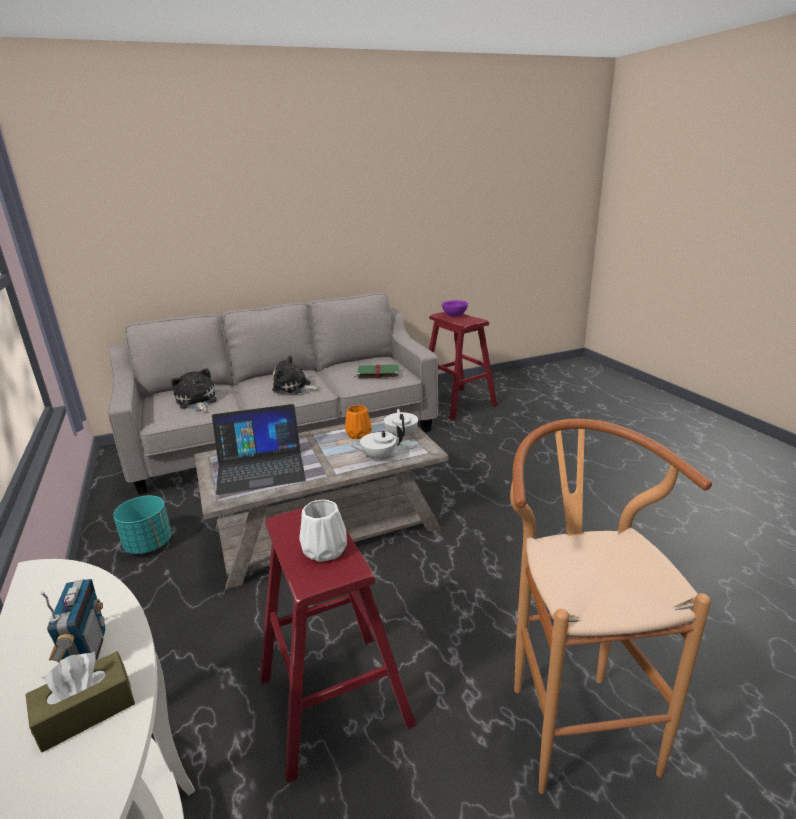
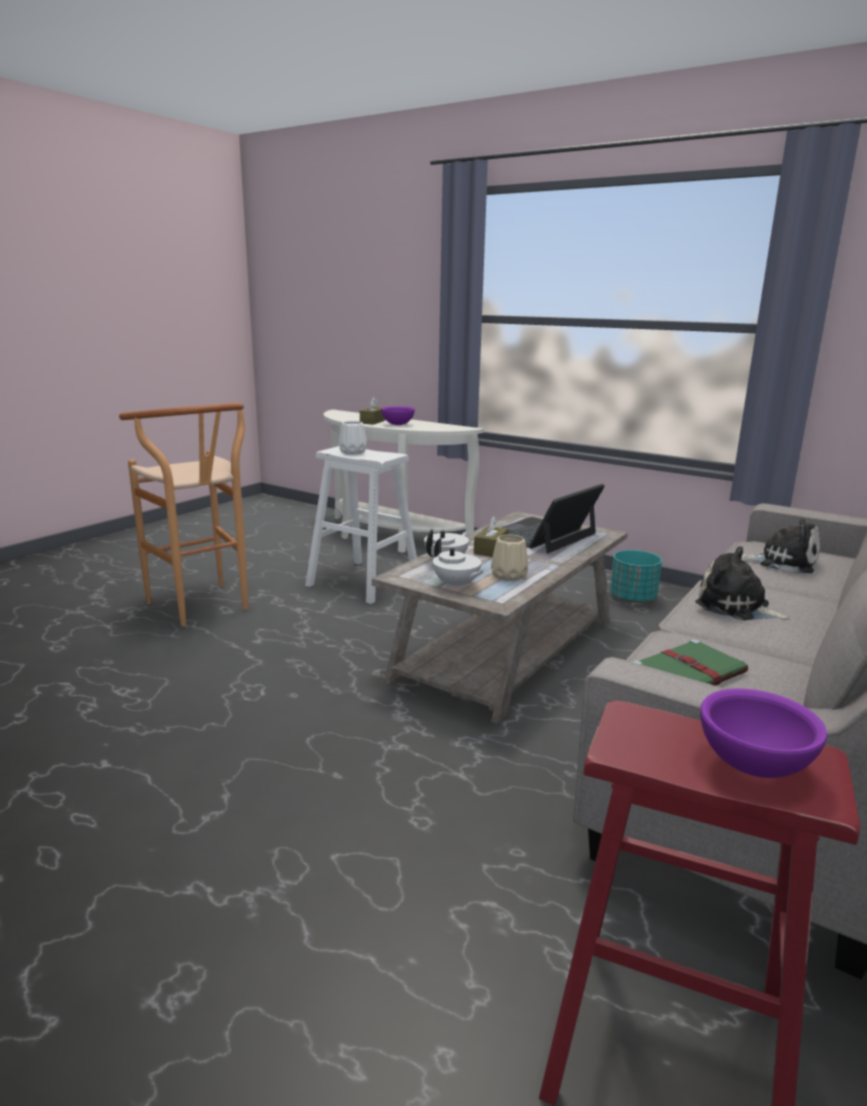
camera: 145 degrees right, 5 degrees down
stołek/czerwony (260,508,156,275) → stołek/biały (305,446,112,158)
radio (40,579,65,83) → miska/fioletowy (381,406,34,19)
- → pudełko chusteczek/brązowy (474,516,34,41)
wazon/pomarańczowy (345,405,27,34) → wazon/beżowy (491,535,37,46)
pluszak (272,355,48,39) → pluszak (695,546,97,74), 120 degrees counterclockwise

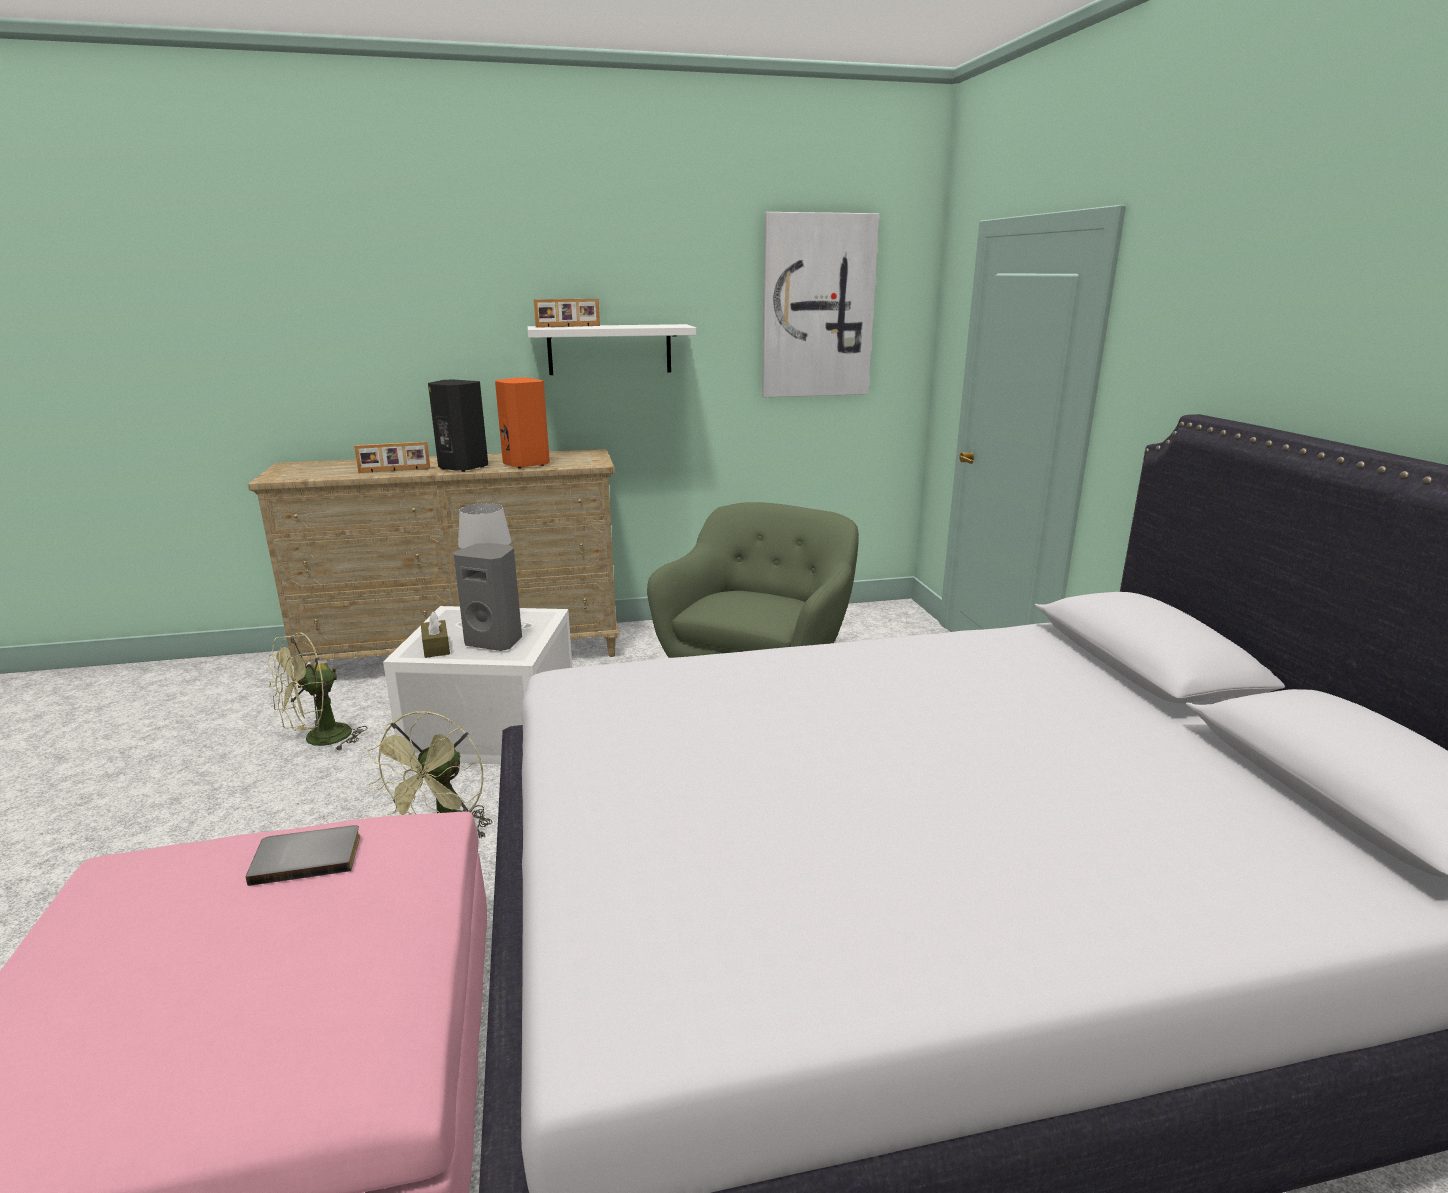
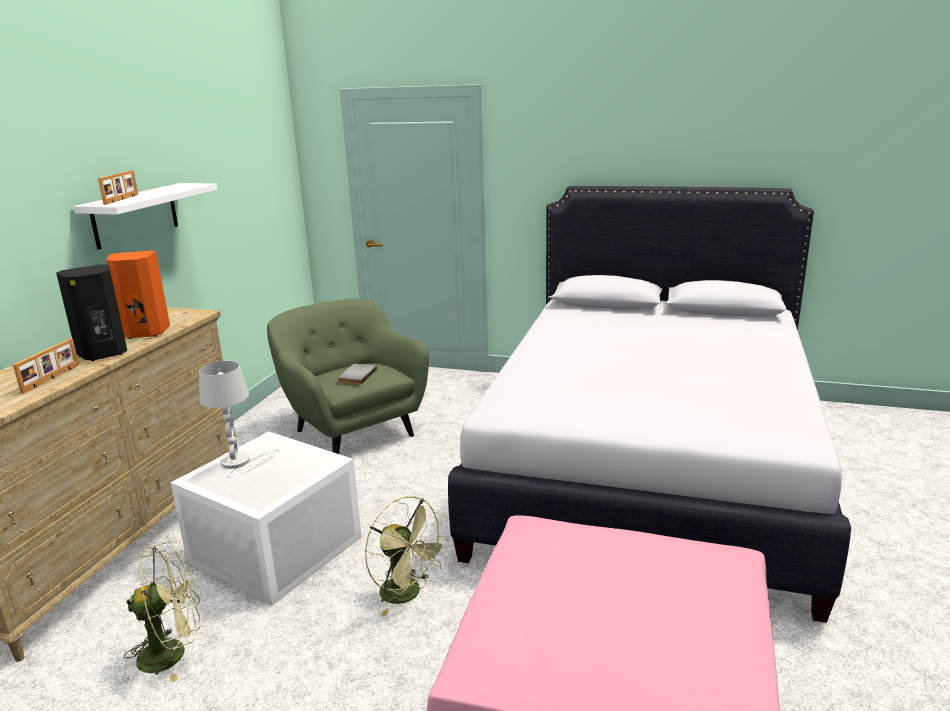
camera: 60 degrees left, 0 degrees up
wentylator/zielony (268,632,99,119) → wentylator/zielony (124,541,76,141), 90 degrees counterclockwise
książka/szary (246,825,114,61) → książka/szary (337,364,40,20), relocated
pudełko chusteczek/brązowy (421,612,29,46) → -
głośnik/szary (453,543,69,108) → -
obraz (762,212,117,185) → -

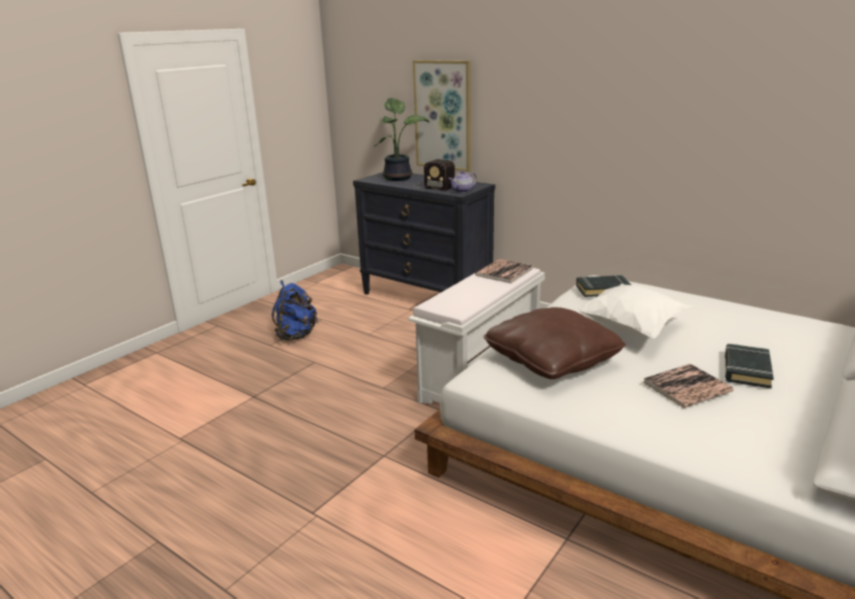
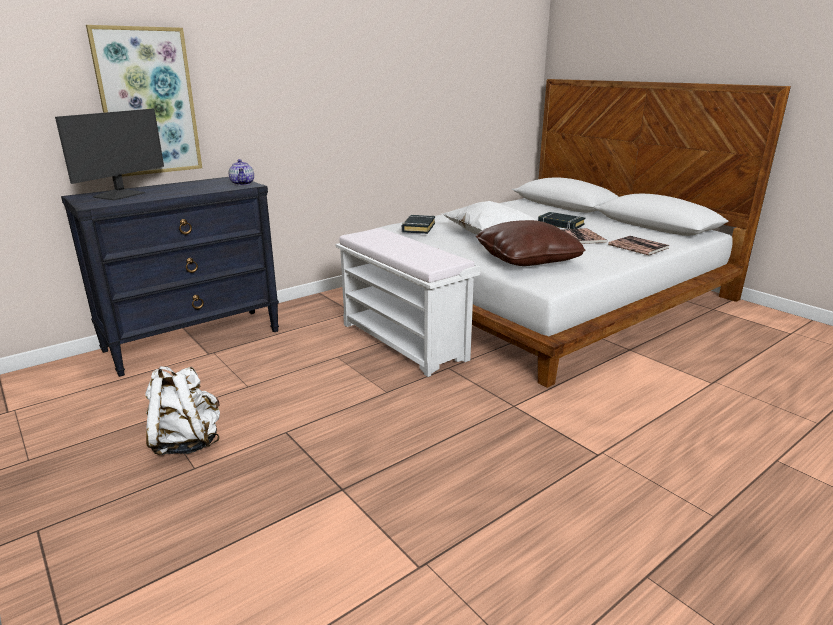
camera: 75 degrees left, 0 degrees up
roślina doniczkowa (374,98,55,83) → monitor (55,109,109,91)
plecak/niebieski (272,280,46,61) → plecak/biały (145,366,75,89)
książka (475,259,58,24) → książka (608,236,61,19), relocated
radio (414,159,41,32) → -

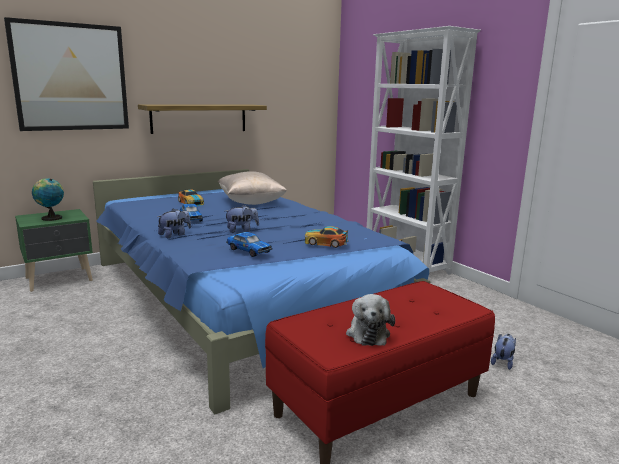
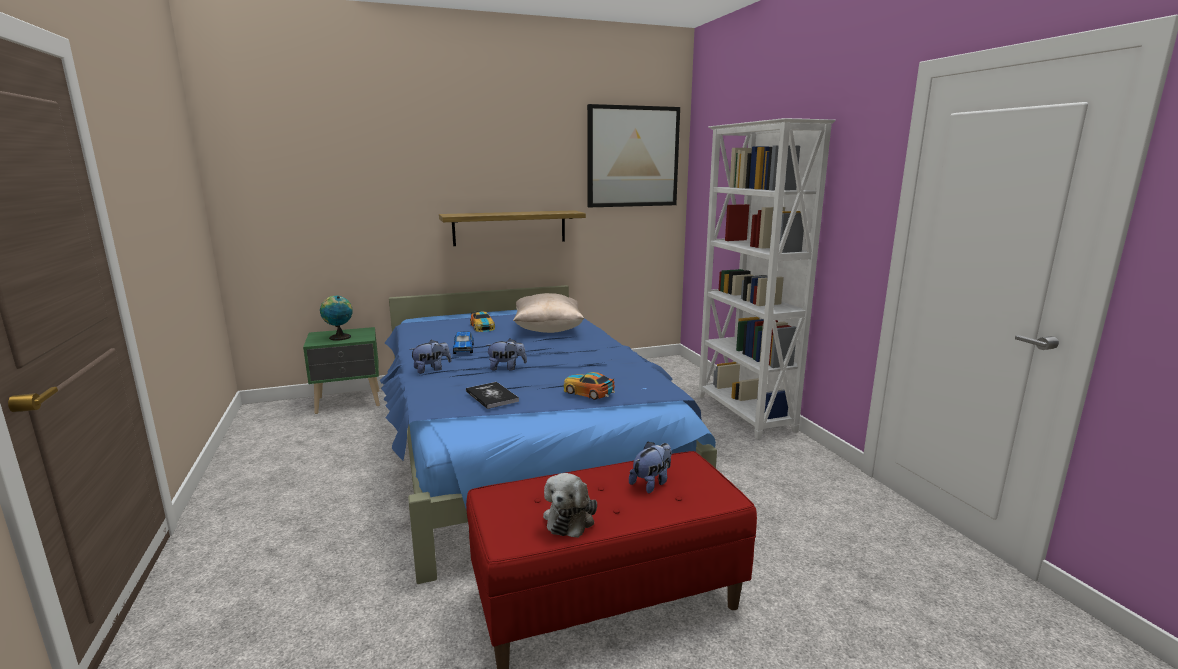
camera: 15 degrees right, 0 degrees up
samochodzik (226,232,47,25) → książka (466,382,53,27)
obraz (4,17,125,114) → obraz (587,104,93,103), relocated
pluszak (491,334,25,36) → pluszak (629,442,43,51), relocated

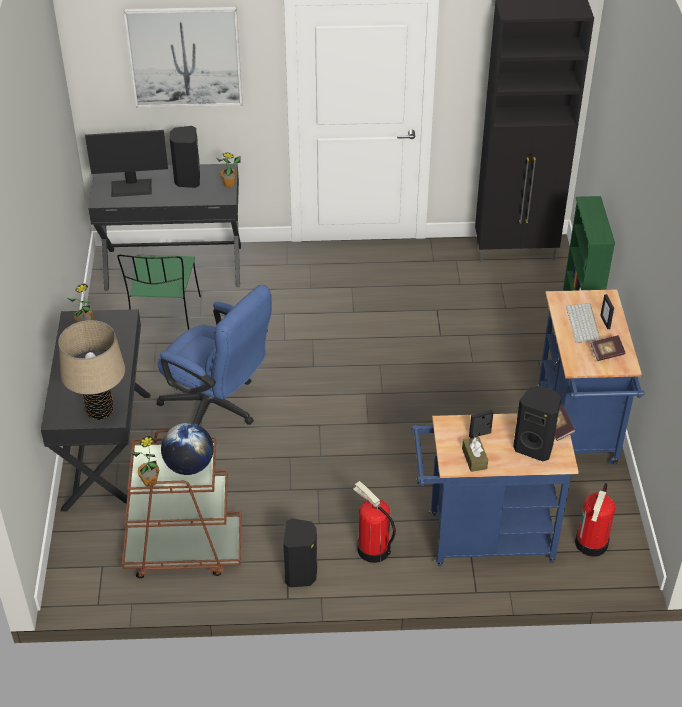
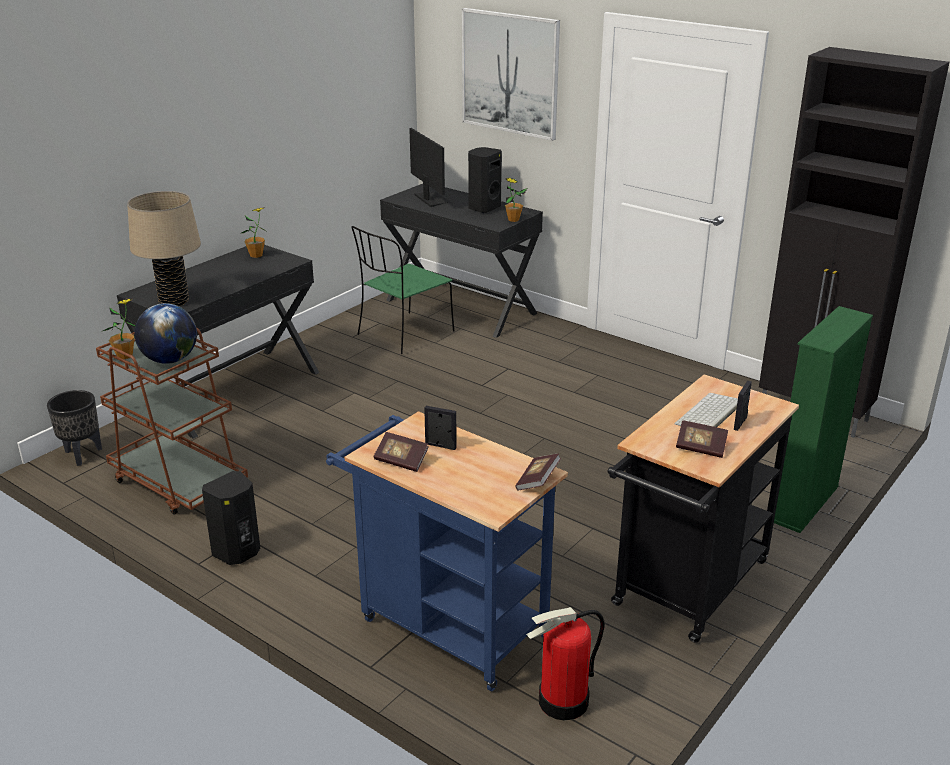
camera: 40 degrees right, 15 degrees down
- → donica/czarny (47,390,55,76)
pudełko chusteczek/brązowy (462,437,26,35) → książka (374,432,55,40)
monitor (85,130,83,67) → monitor (409,128,45,79), 150 degrees counterclockwise
wózek/niebieski (537,289,107,176) → wózek/czarny (608,374,191,269)
krzesło biurowe/niebieski (157,285,115,140) → -
gaśnica (353,481,43,82) → -
głośnik/czarny (513,386,48,75) → -

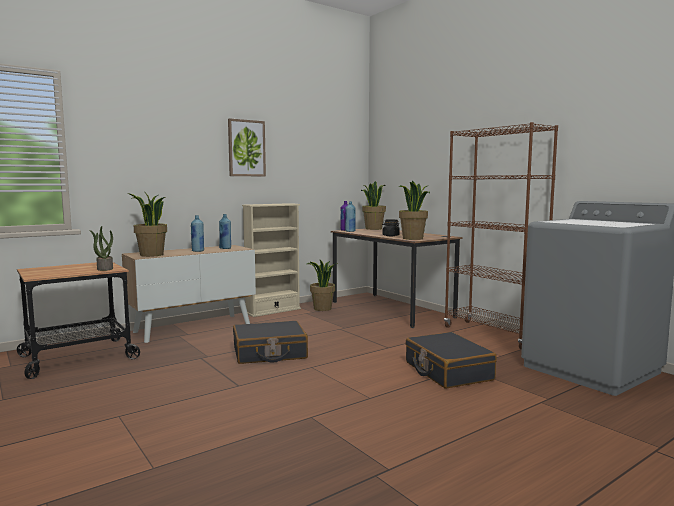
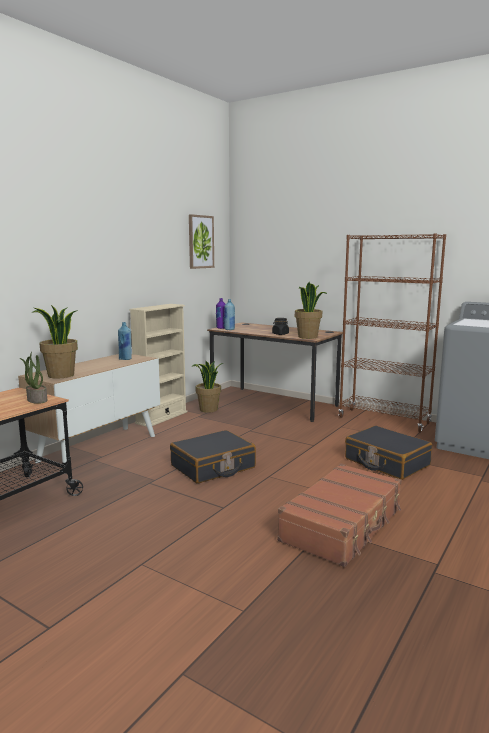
camera: 20 degrees left, 5 degrees up
obraz (228,118,38,58) → obraz (189,214,25,55), relocated
- → walizka/brązowy (277,464,124,103)
butelka/niebieski (191,215,13,37) → -
roślina doniczkowa (361,181,25,49) → -

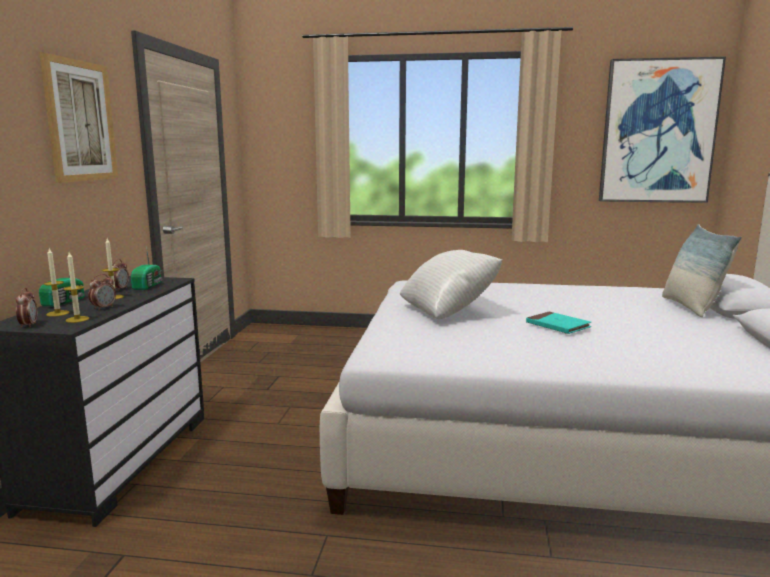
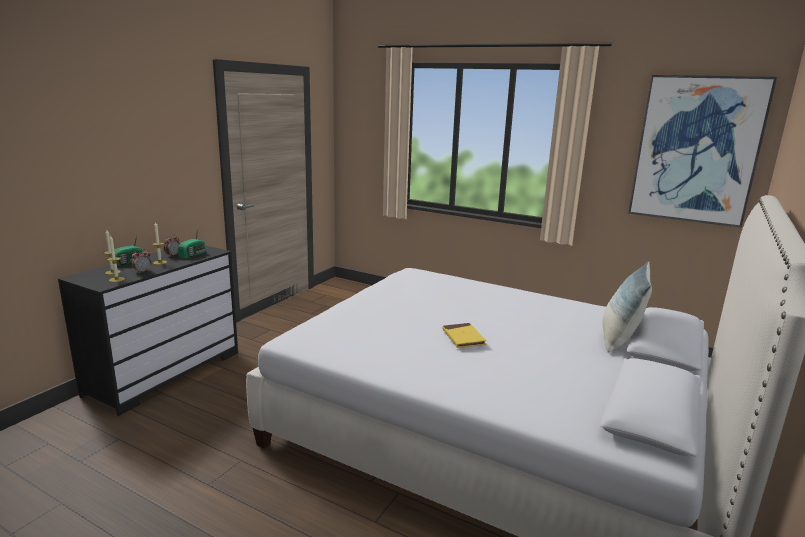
camera: 20 degrees right, 5 degrees up
książka/turkusowy (526,311,66,23) → książka/żółty (442,323,44,25)
budzik (16,288,21,40) → -
obraz (39,52,79,131) → -
poduszka/biały (400,250,103,69) → -

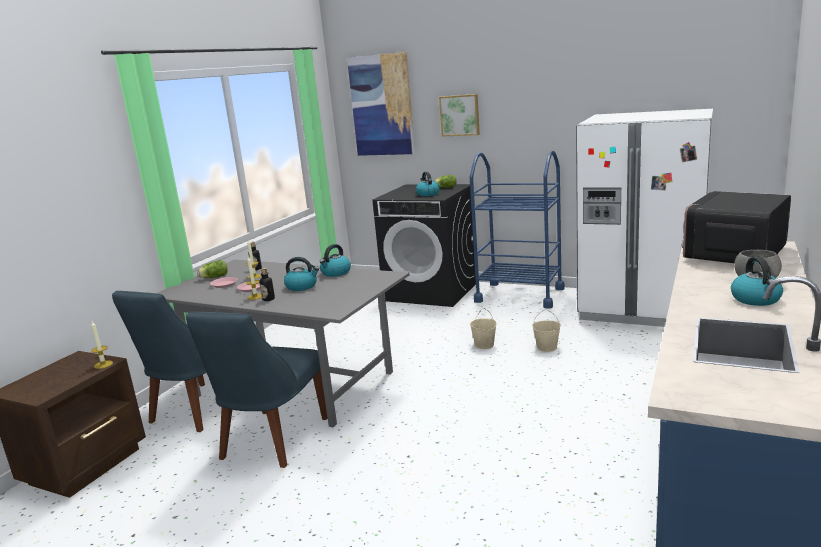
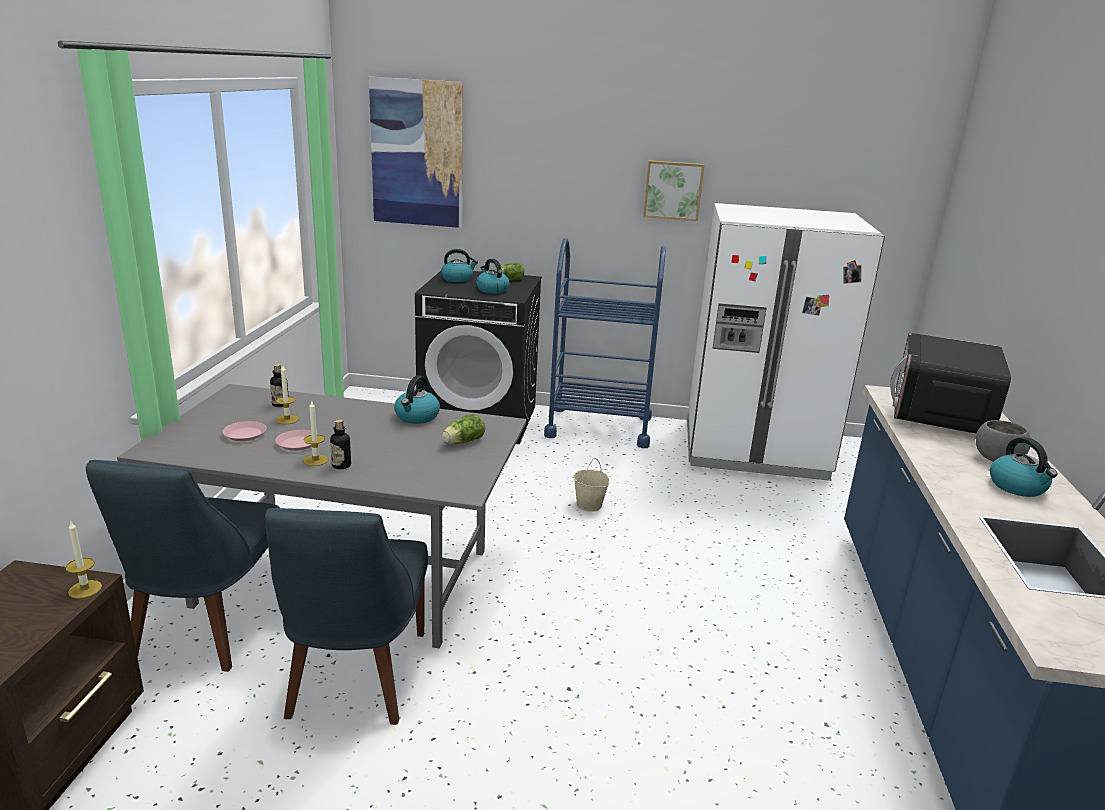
camera: 20 degrees left, 5 degrees up
czajnik (284,257,35,34) → czajnik (441,249,37,33), relocated
sałata (197,260,31,18) → sałata (442,414,43,30), relocated
obraz (439,94,41,43) → obraz (643,160,61,61), relocated
wiadro/beżowy (532,310,29,42) → -

